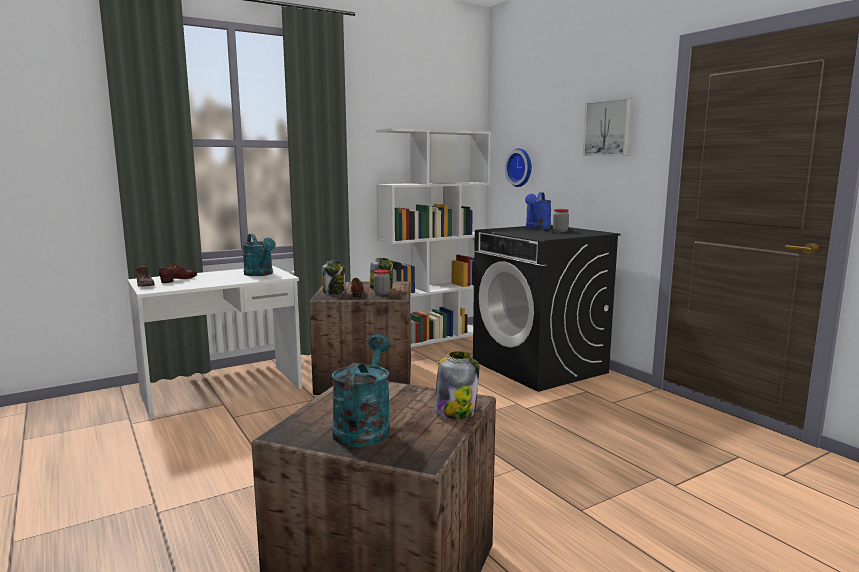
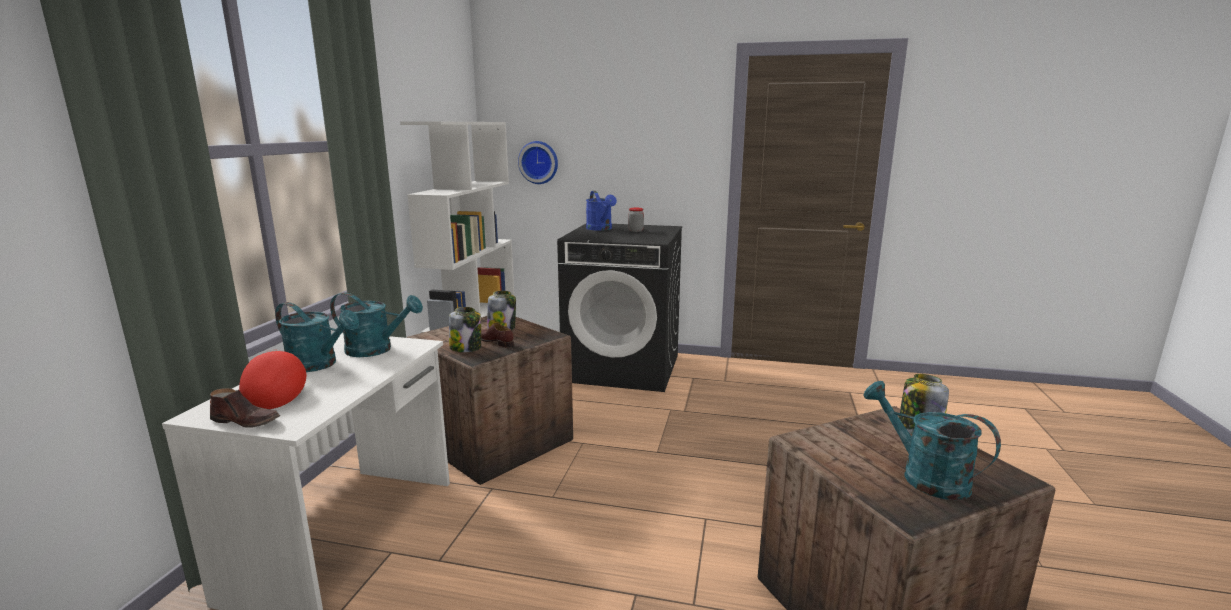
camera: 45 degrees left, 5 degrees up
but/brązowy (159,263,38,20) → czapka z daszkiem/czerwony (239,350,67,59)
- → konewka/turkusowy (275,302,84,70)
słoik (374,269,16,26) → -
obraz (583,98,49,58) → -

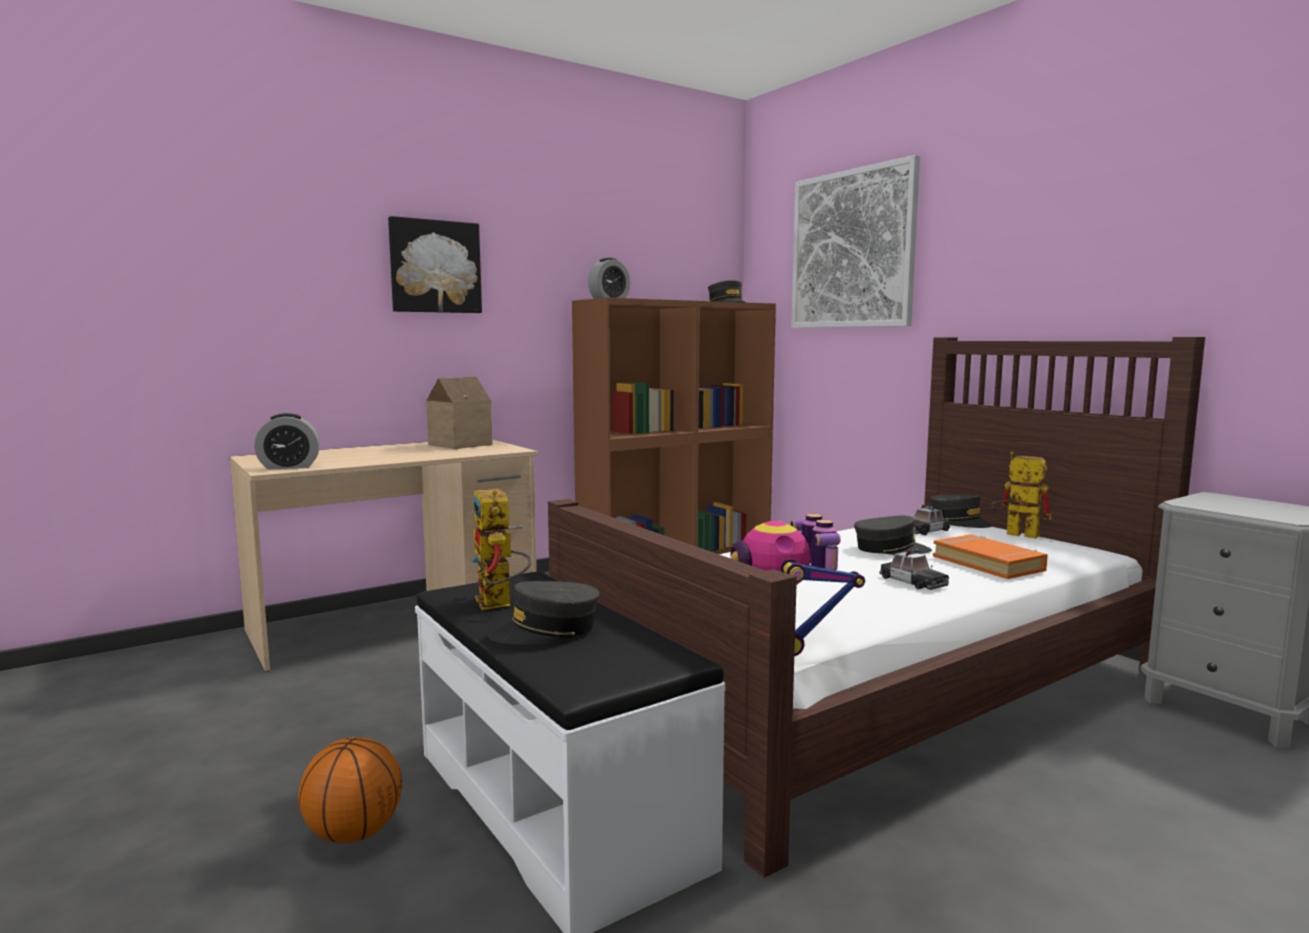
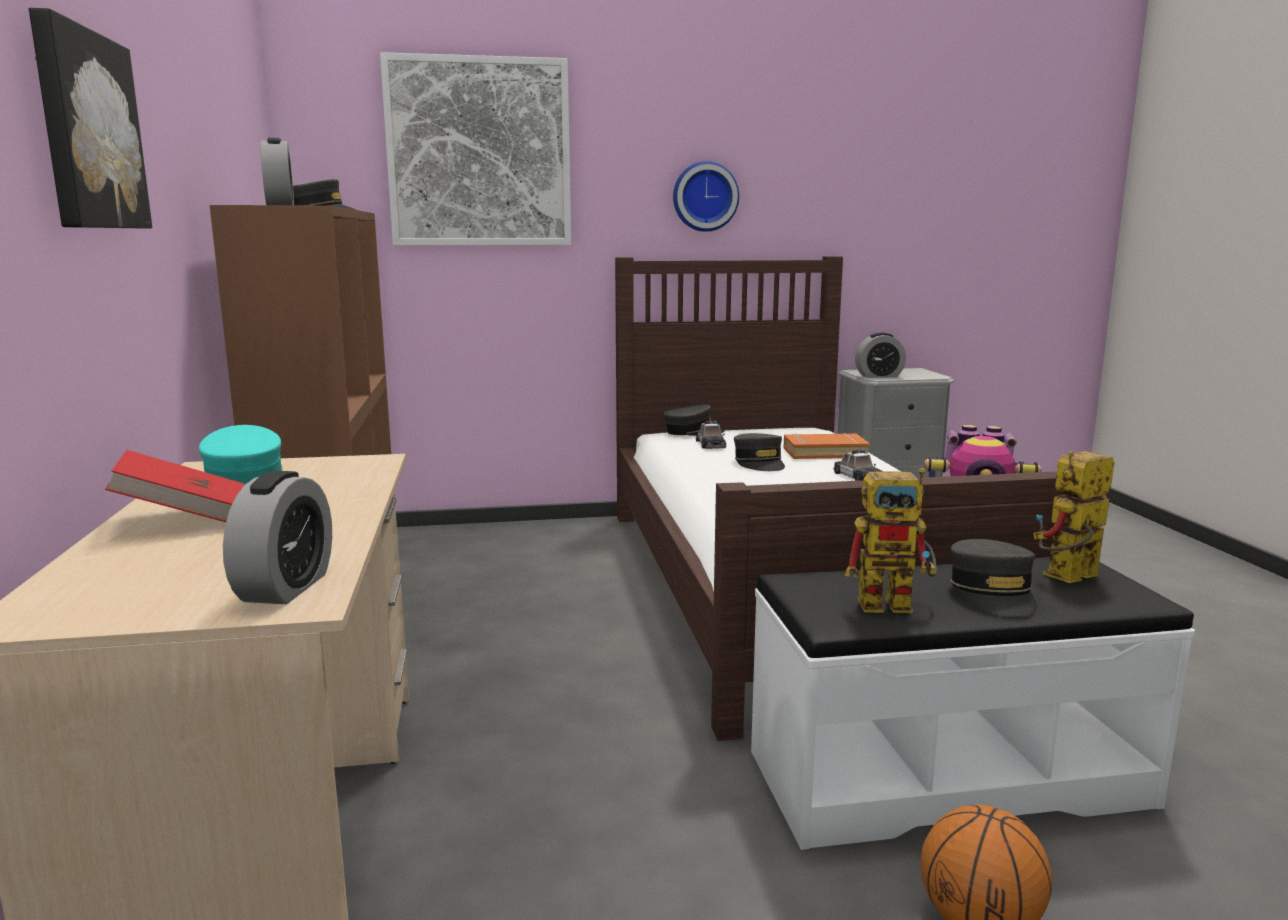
camera: 65 degrees left, 5 degrees up
- → książka/czerwony (105,450,140,72)
domek (426,377,67,72) → czapka z daszkiem/turkusowy (199,425,84,59)
- → zegar ścienny (673,161,66,71)
czapka z daszkiem/szary (854,516,78,39) → czapka z daszkiem/szary (734,433,51,38), 135 degrees clockwise
samochodzik (879,549,70,41) → samochodzik (833,449,48,32), 75 degrees clockwise
- → budzik (855,332,51,46)
robot zabawkowy (990,452,62,87) → robot zabawkowy (1033,451,81,132), relocated

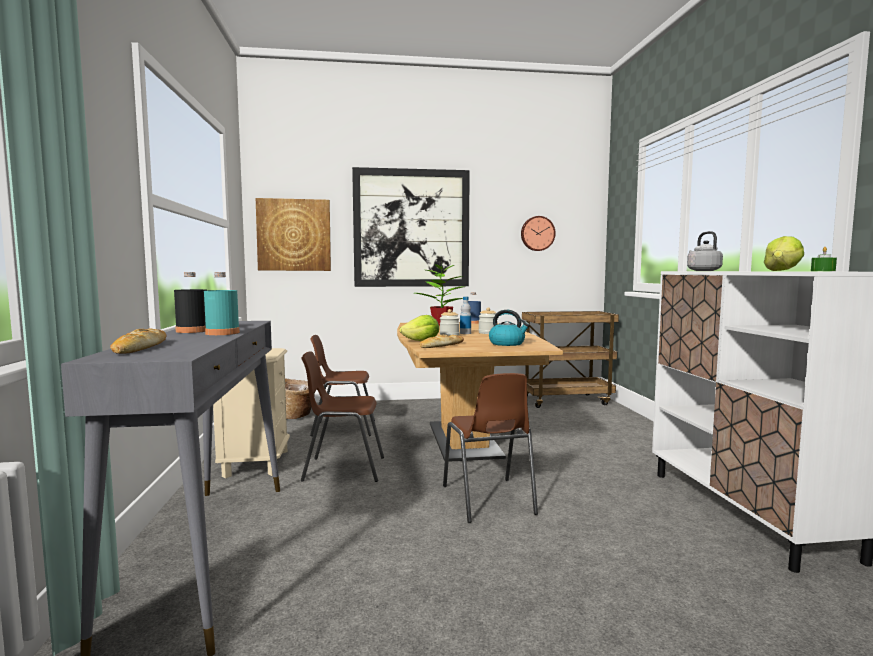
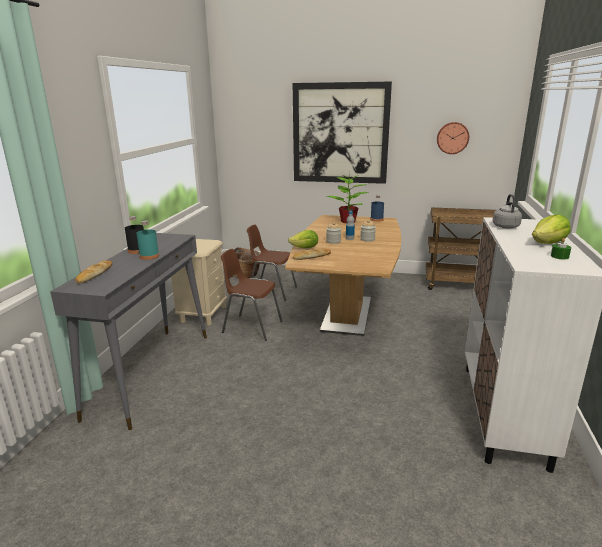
camera: 20 degrees right, 15 degrees up
obraz (256,198,75,73) → -
krzesło/brązowy (443,373,95,150) → -
czajnik (489,310,41,36) → -

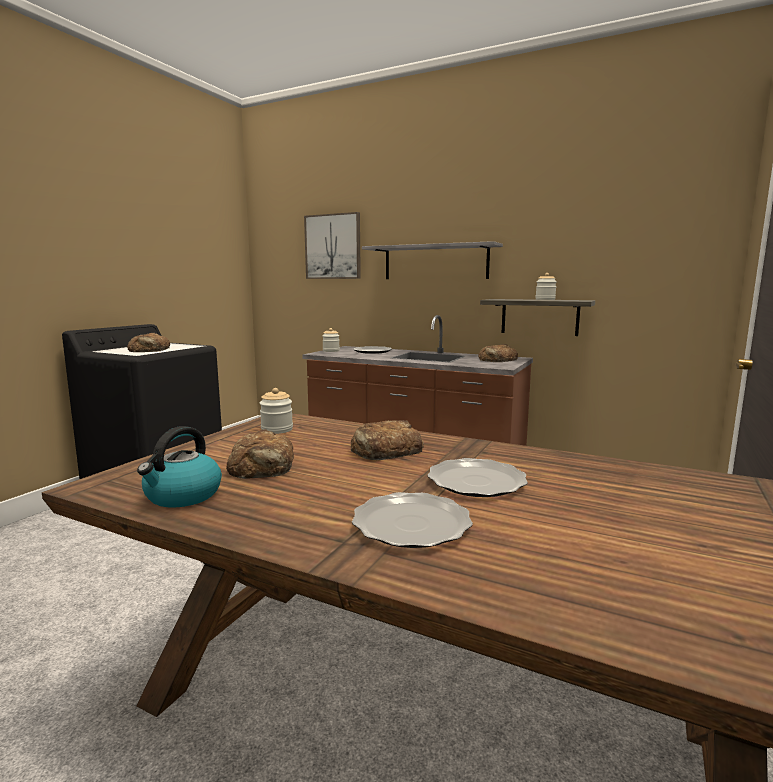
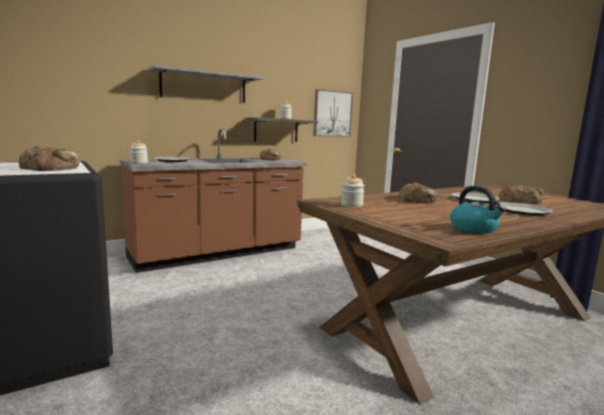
camera: 60 degrees left, 0 degrees up
obraz (304,212,57,67) → obraz (313,89,40,48), relocated
chleb (226,429,68,50) → chleb (499,185,45,19), relocated

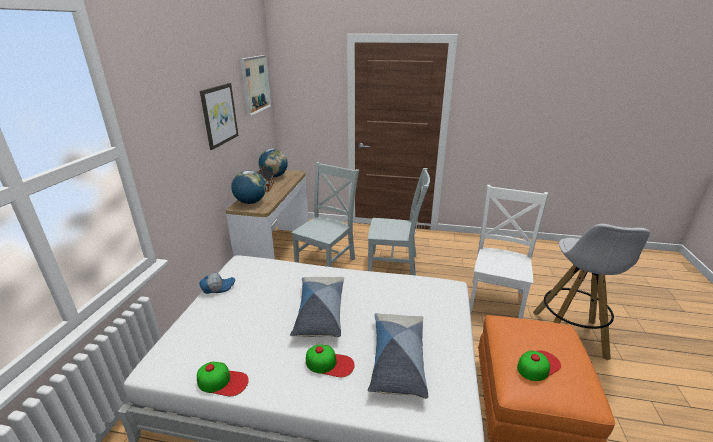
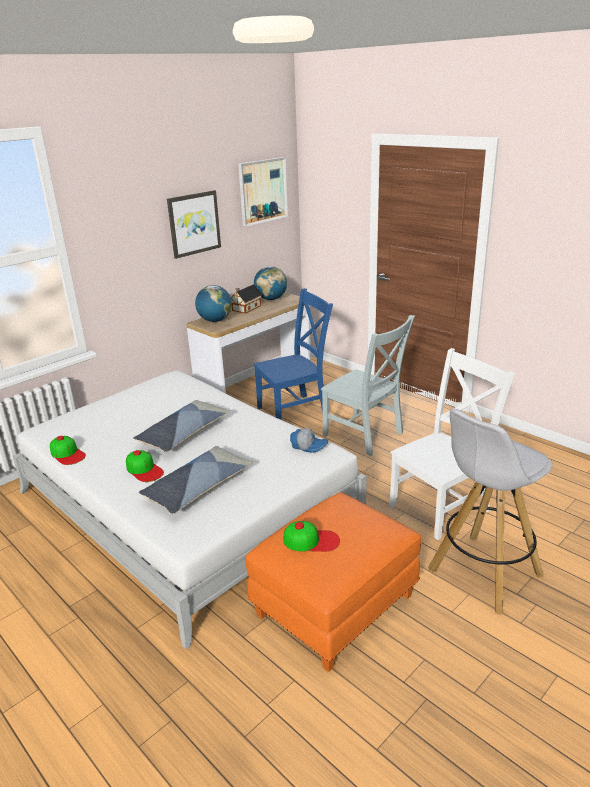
camera: 35 degrees right, 0 degrees up
krzesło/szary (291,162,68,105) → krzesło/niebieski (254,288,79,132)
czapka z daszkiem (199,273,36,21) → czapka z daszkiem (290,428,38,25), relocated

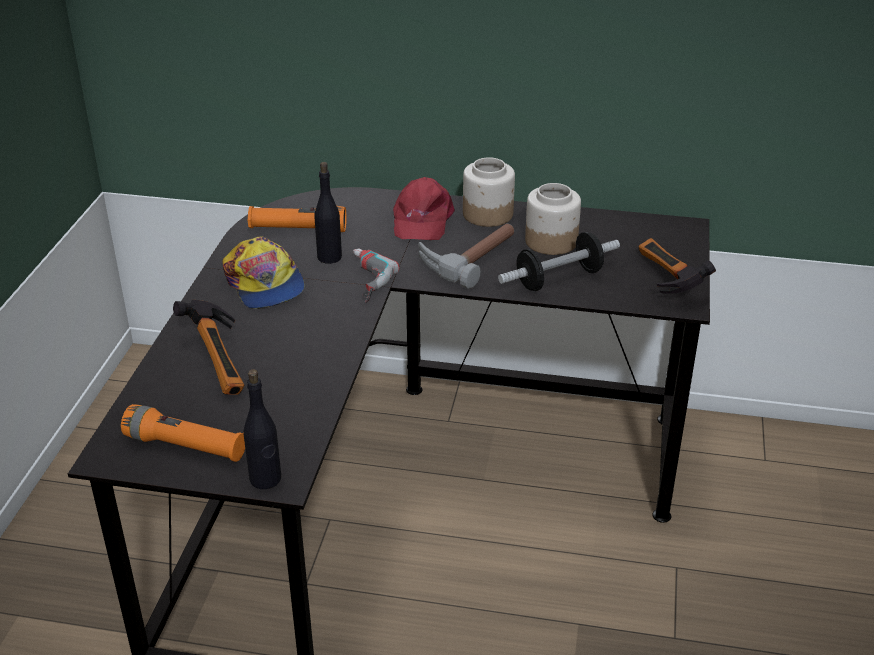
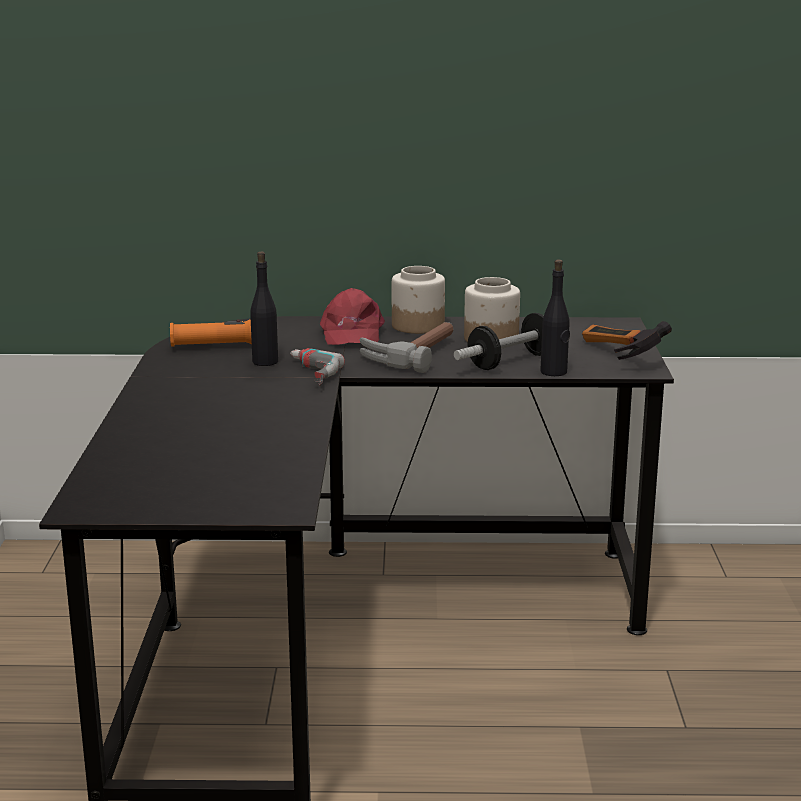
camera: 10 degrees left, 15 degrees down
butelka/czarny (244,369,37,120) → butelka/czarny (540,259,30,117), relocated
latarka/pomarańczowy (121,404,124,58) → -
młotek (173,299,71,96) → -
czapka z daszkiem (222,237,83,72) → -

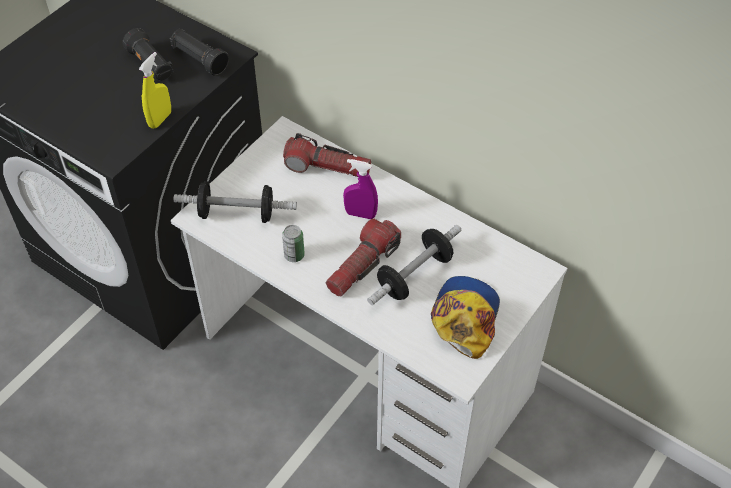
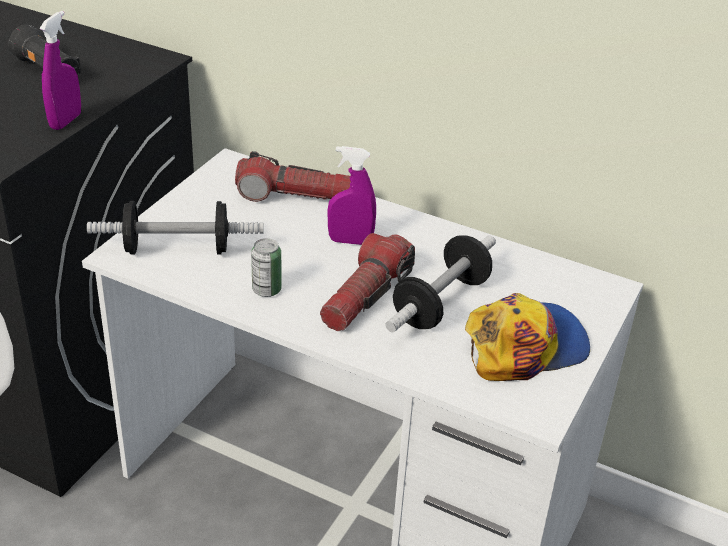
camera: 10 degrees left, 15 degrees down
spryskiwacz/żółty (139,52,32,77) → spryskiwacz/fioletowy (40,11,41,119)
czapka z daszkiem (431,276,69,83) → czapka z daszkiem (465,293,125,88), 60 degrees clockwise
latarka/czarny (170,28,59,48) → -

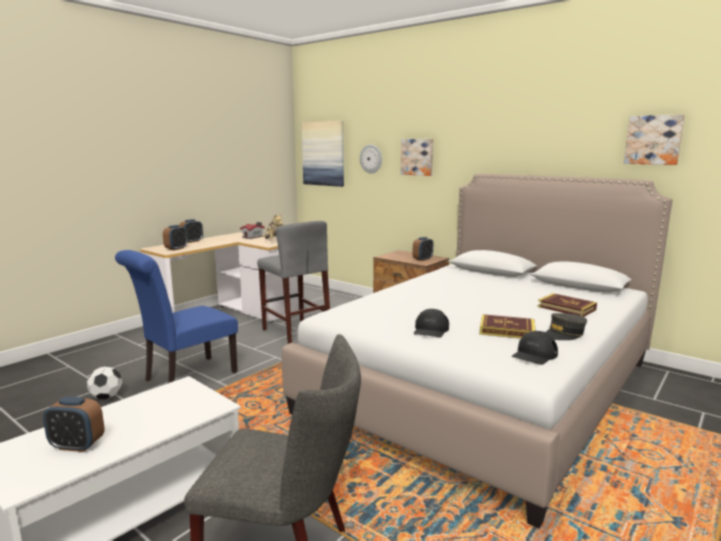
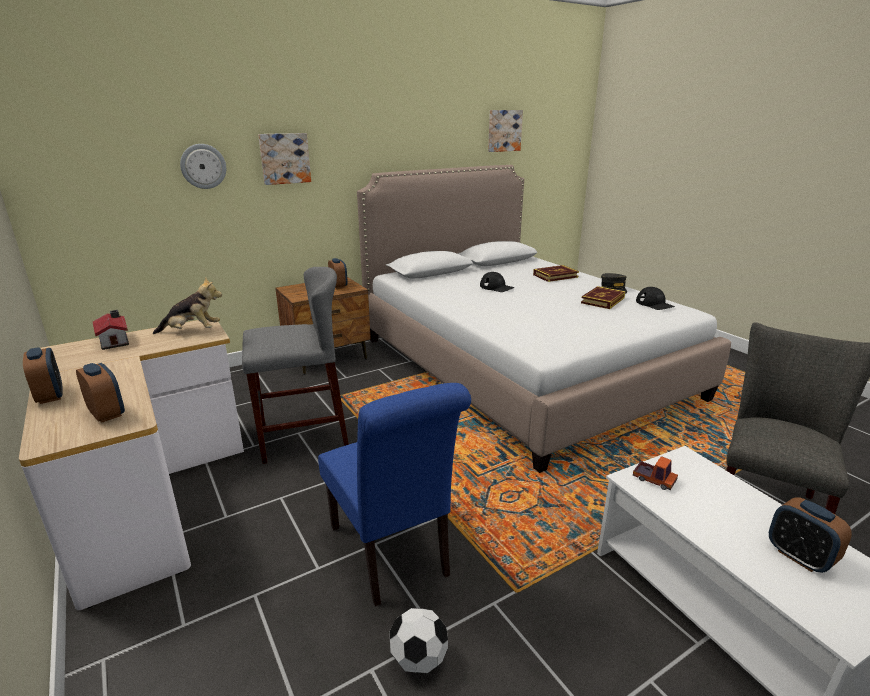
camera: 70 degrees left, 10 degrees up
czapka z daszkiem/czarny (414,309,35,28) → czapka z daszkiem/czarny (480,272,35,20), relocated
- → ciężarówka zabawkowa (633,456,45,34)
budzik (43,397,61,55) → budzik (769,497,83,76), 120 degrees clockwise
obraz (302,121,42,66) → -

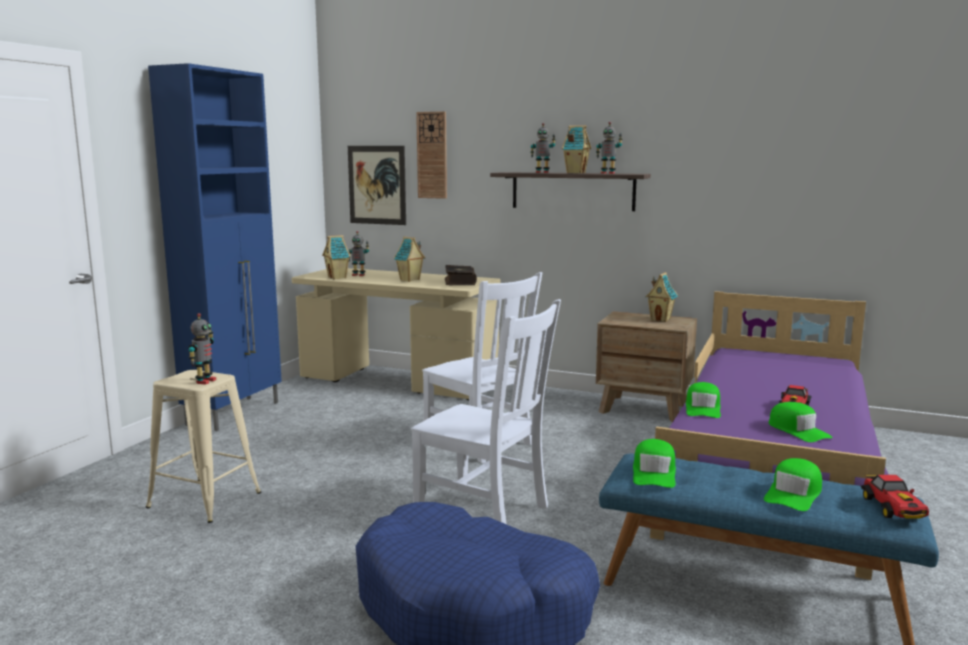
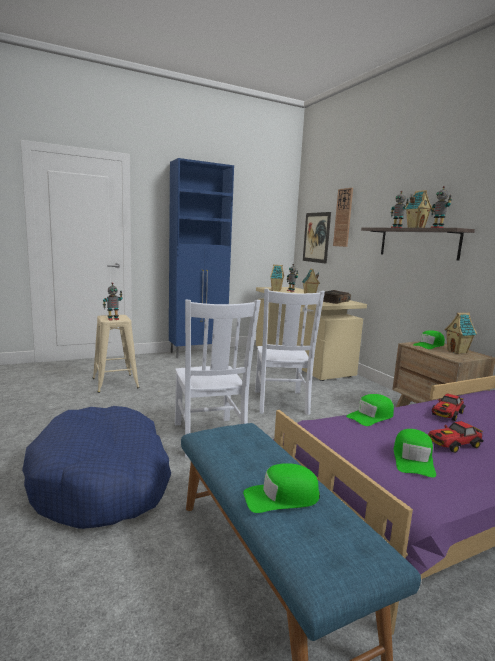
camera: 40 degrees right, 0 degrees up
czapka z daszkiem/zielony (633,439,43,49) → czapka z daszkiem/zielony (413,330,32,19), relocated
samochodzik (861,475,68,44) → samochodzik (432,393,34,28), relocated

